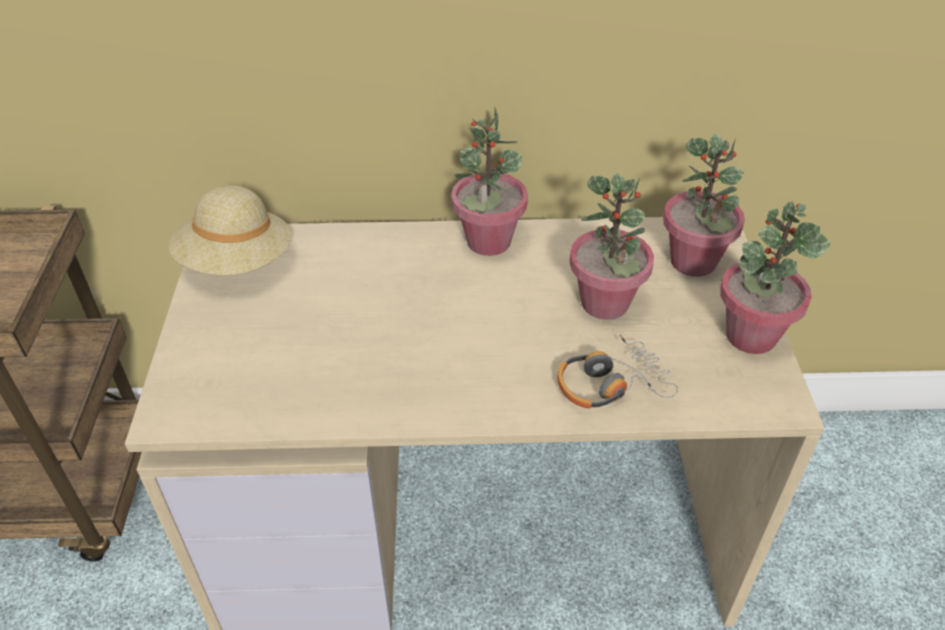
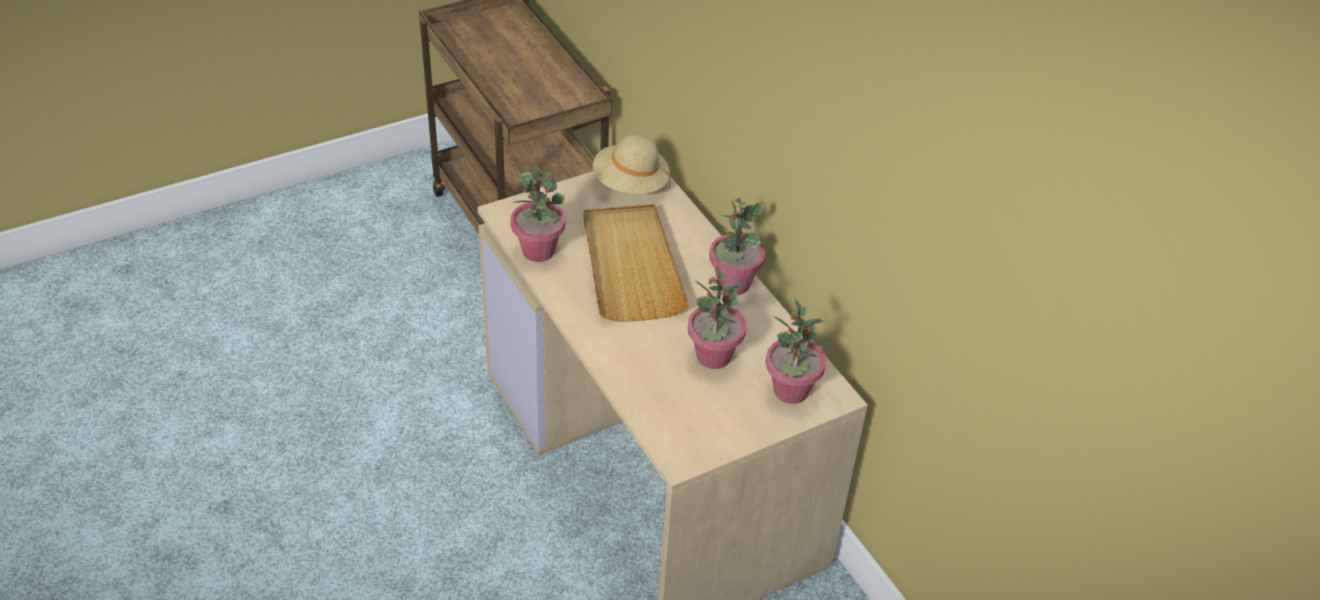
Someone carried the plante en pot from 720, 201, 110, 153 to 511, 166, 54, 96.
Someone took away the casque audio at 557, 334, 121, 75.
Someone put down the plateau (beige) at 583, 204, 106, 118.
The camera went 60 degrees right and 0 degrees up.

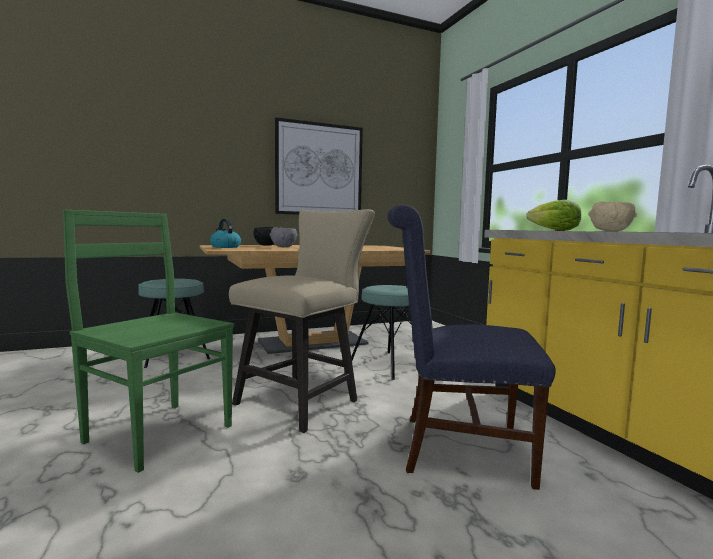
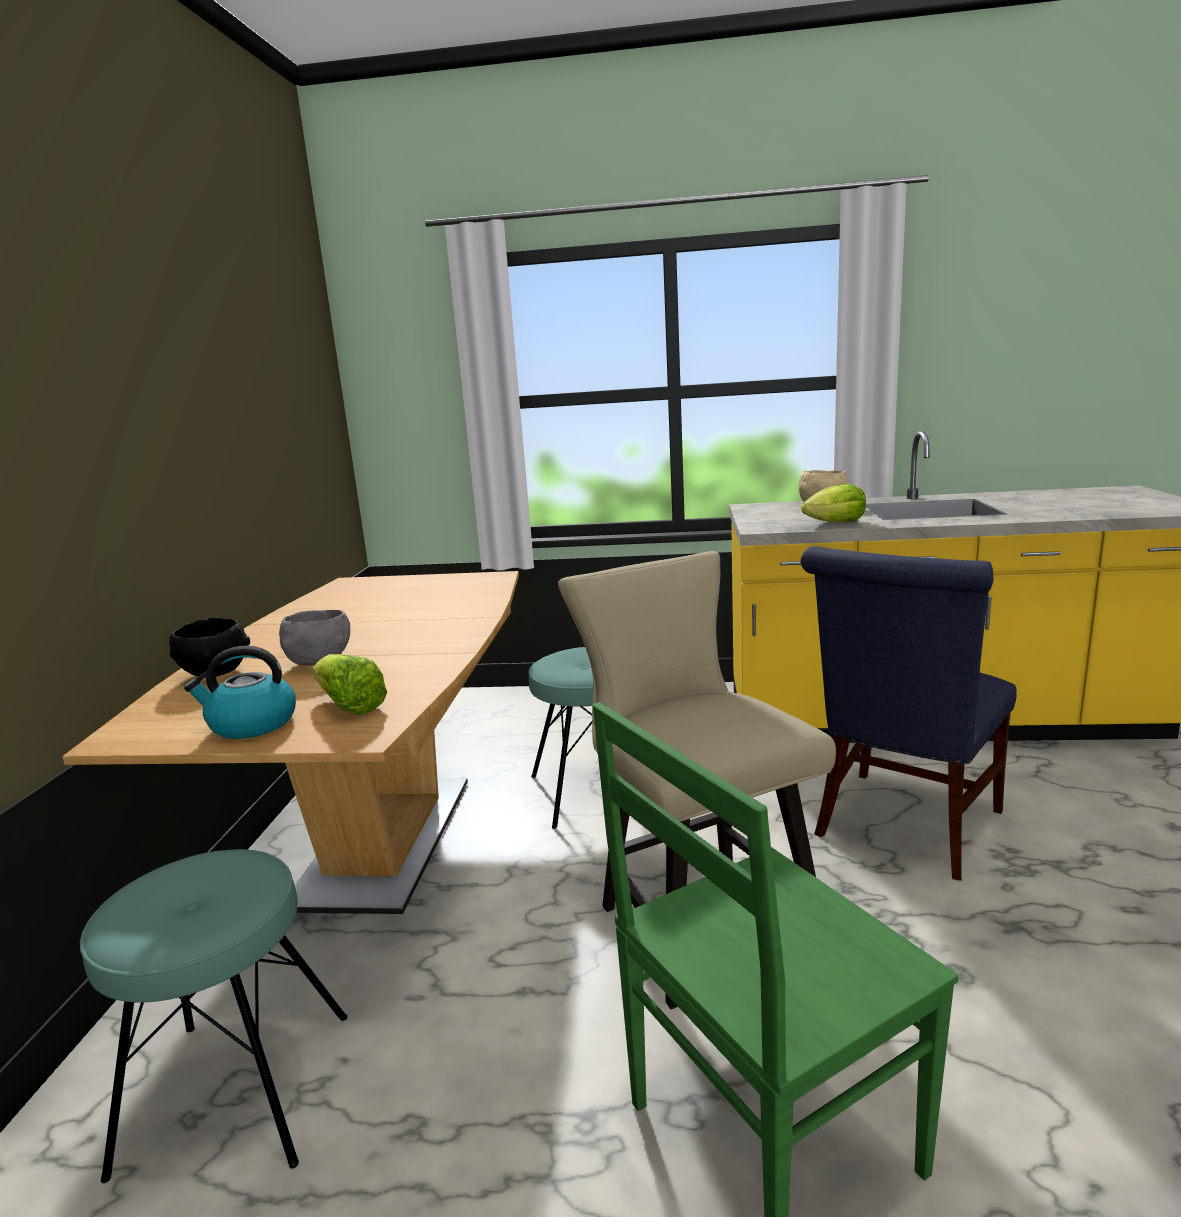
Someone took away the tableau at 275, 117, 88, 98.
Someone put down the laitue at 312, 654, 75, 61.
The camera went 60 degrees left and 10 degrees up.

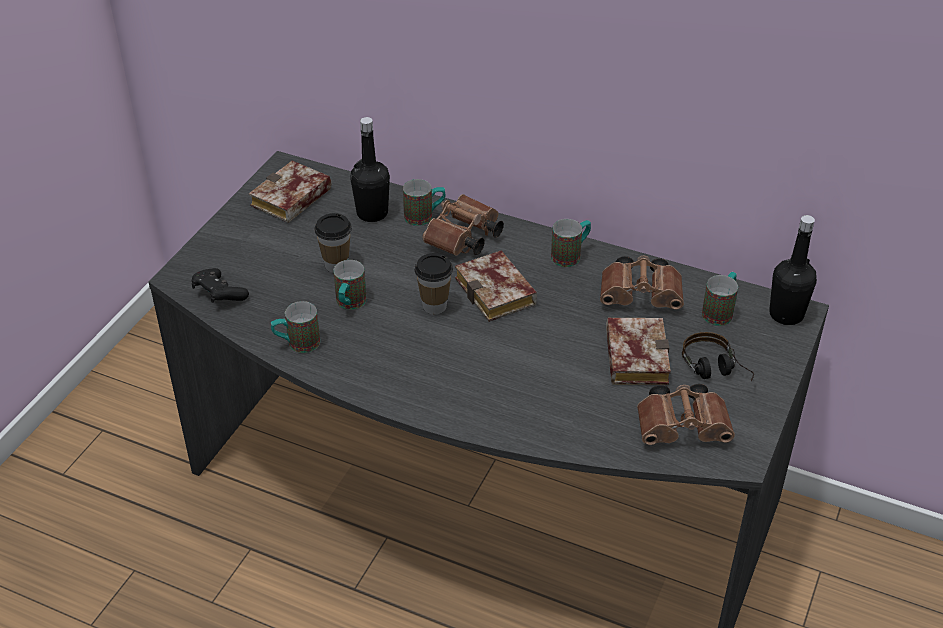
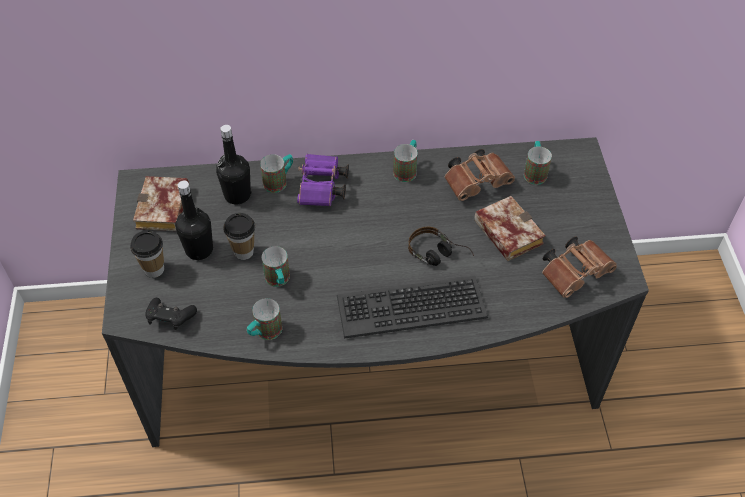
Someone repainted the jumelles (marron) at 422, 194, 82, 62, which became the jumelles (violet) at 297, 154, 52, 52.
Someone carried the bouteille (noir) from 769, 215, 48, 110 to 175, 180, 38, 80.
Someone took away the livre at 455, 250, 82, 72.
Someone carried the tasse from 414, 253, 39, 61 to 130, 230, 34, 48.
Someone carried the casque audio from 682, 332, 72, 50 to 408, 227, 66, 39.
Someone put down the clavier at 337, 276, 151, 63.
The camera went 30 degrees left and 10 degrees up.

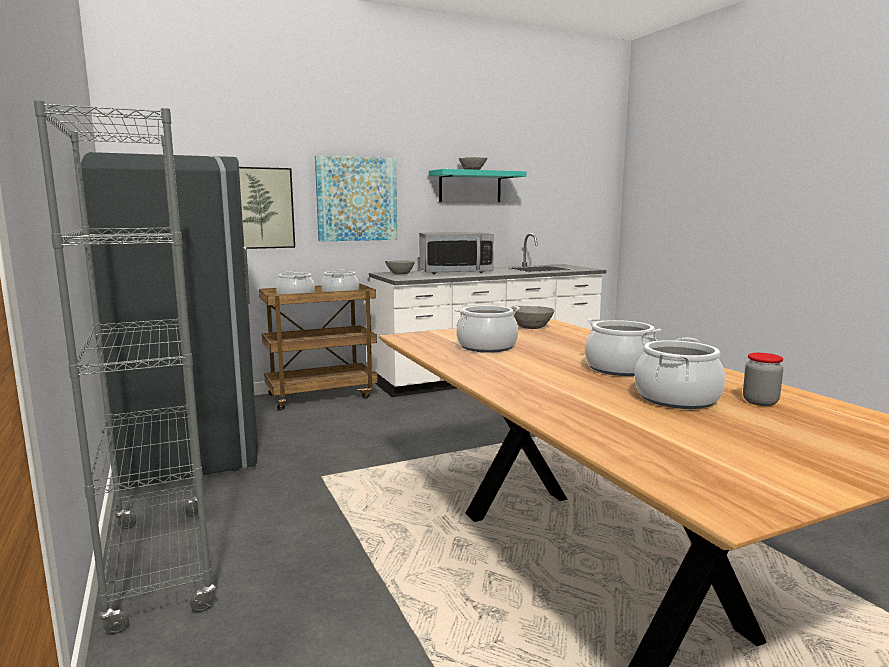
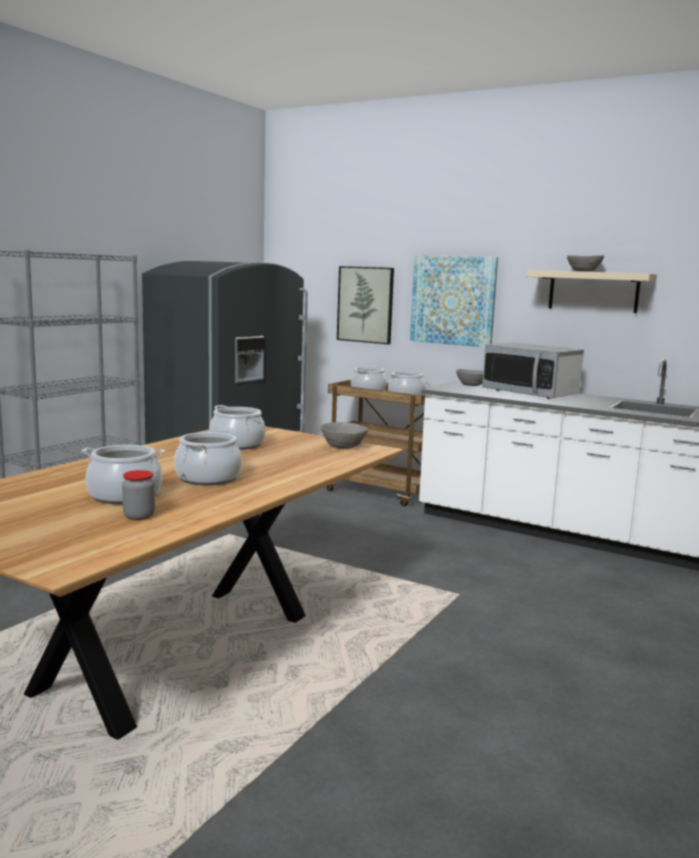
Someone repainted the étagère (turquoise) at 429, 169, 97, 33, which became the étagère (beige) at 526, 270, 131, 43.
The camera went 55 degrees right and 0 degrees up.

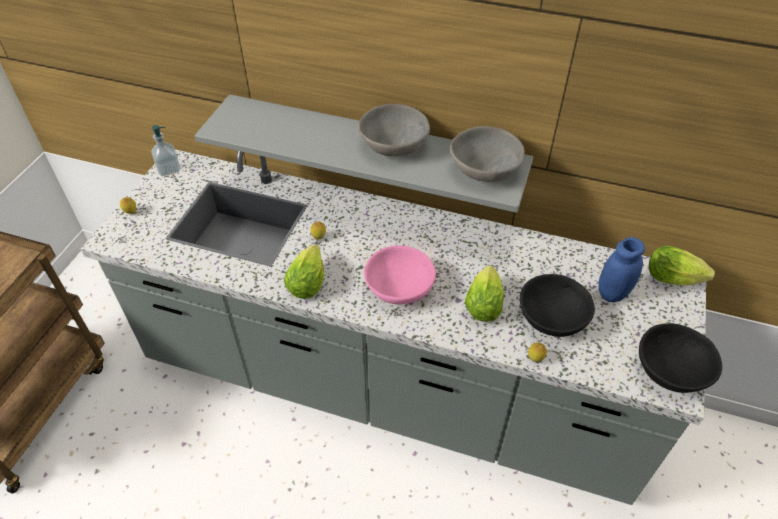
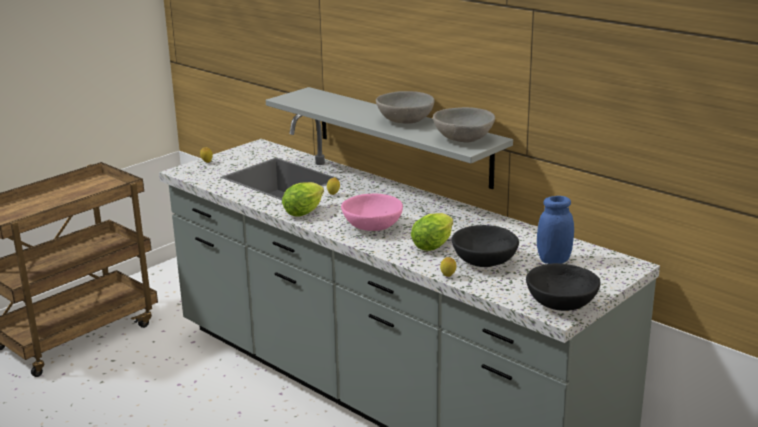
Someone took away the distributeur de savon at 151, 125, 29, 51.
Someone took away the laitue at 649, 245, 66, 40.
The camera went 25 degrees right and 25 degrees down.

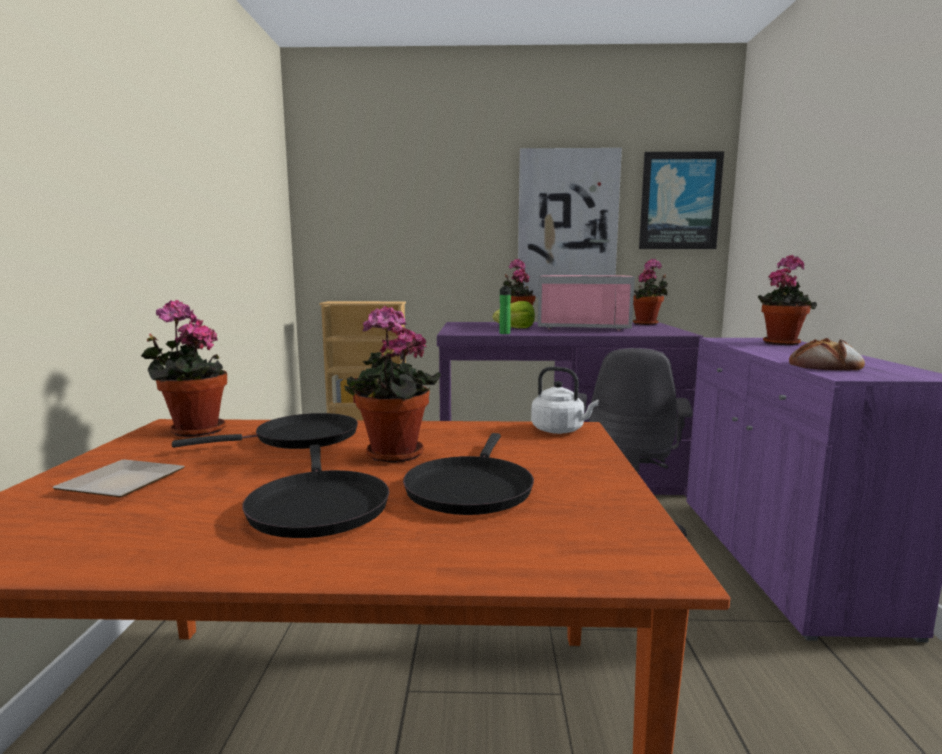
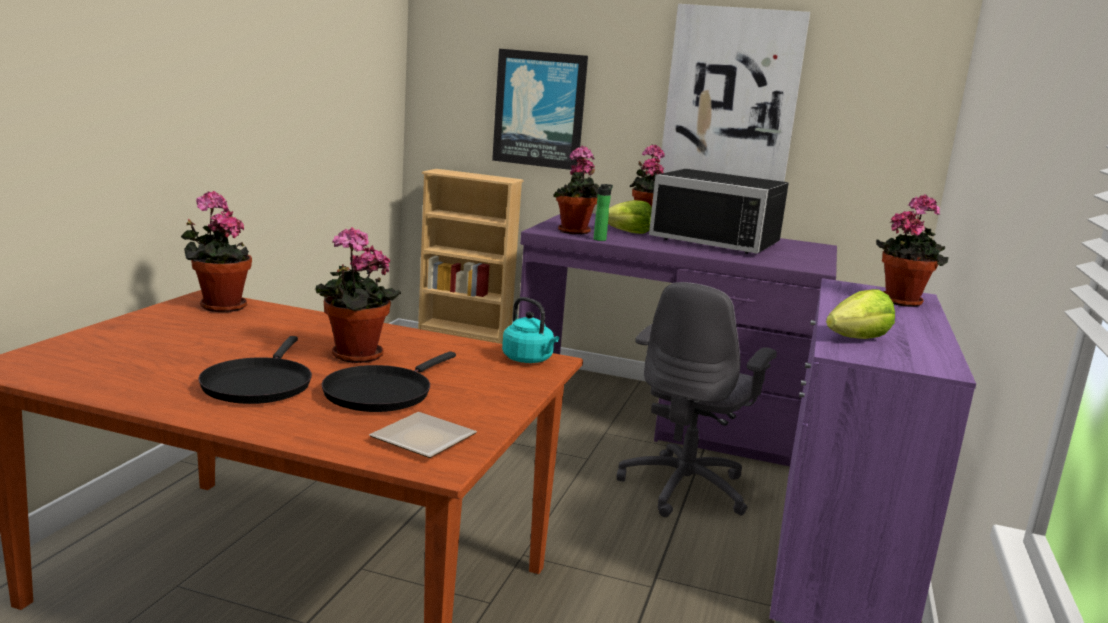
Someone carried the tableau from 639, 151, 85, 98 to 492, 49, 96, 121.
Someone carried the plante en pot from 633, 259, 35, 66 to 553, 146, 46, 88.
Someone repainted the micro-ondes (rose) at 538, 275, 97, 56, which became the micro-ondes (noir) at 649, 169, 140, 85.
Someone swapped the pain at 789, 338, 76, 33 for the laitue at 826, 289, 69, 50.
Someone repainted the bouilloire (blanc) at 531, 367, 68, 67, which became the bouilloire (turquoise) at 502, 297, 57, 66.
Someone took away the poêle (noir) at 172, 413, 186, 36.
Someone carried the assiette from 52, 459, 133, 38 to 369, 412, 108, 46.
The camera went 15 degrees right and 5 degrees up.

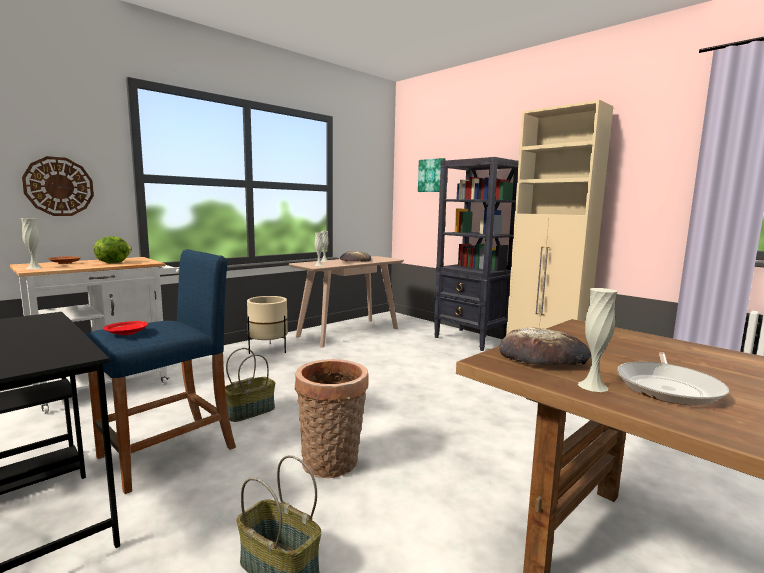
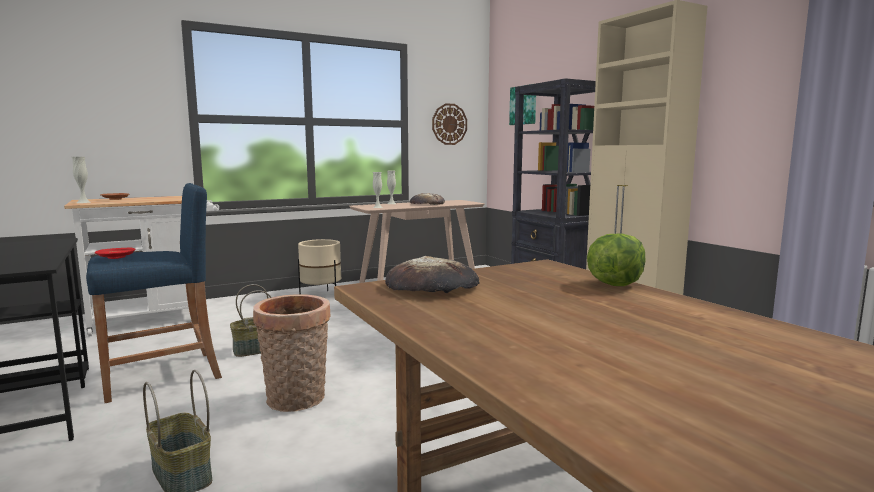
Someone carried the horloge murale from 22, 156, 72, 60 to 432, 103, 35, 42.
Someone carried the laitue from 93, 236, 39, 27 to 587, 234, 59, 52.
Someone took away the vase (blanc) at 578, 288, 40, 104.
Someone took away the poêle at 617, 352, 112, 53.
The camera went 15 degrees right and 0 degrees up.

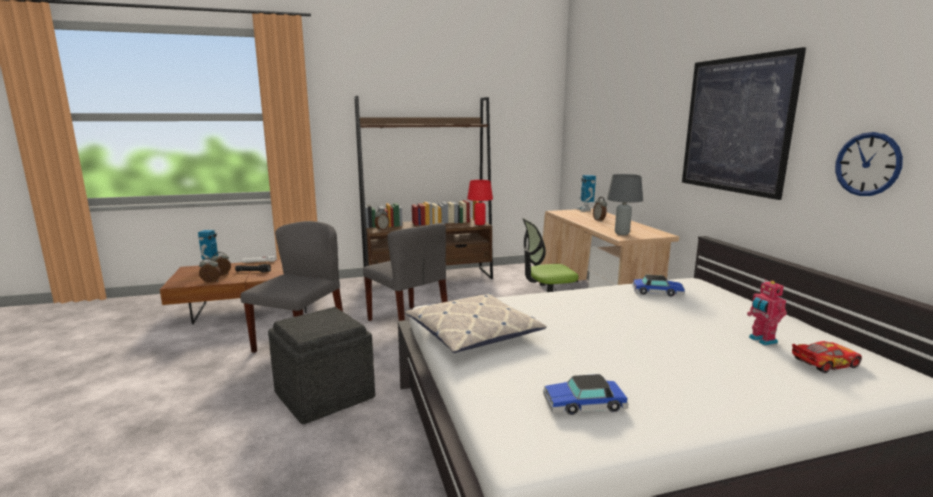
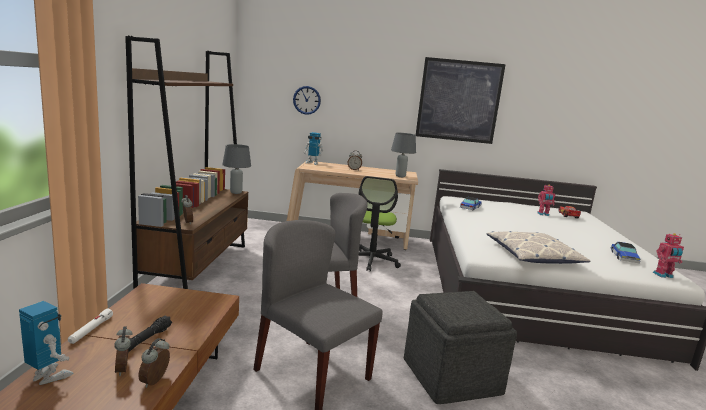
Someone carried the horloge murale from 835, 132, 68, 64 to 293, 86, 28, 29.
Someone repainted the lampe de table (rouge) at 467, 180, 26, 45, which became the lampe de table (gris) at 222, 144, 29, 50.
Someone put down the robot jouet at 653, 233, 31, 45.
The camera went 70 degrees left and 0 degrees up.

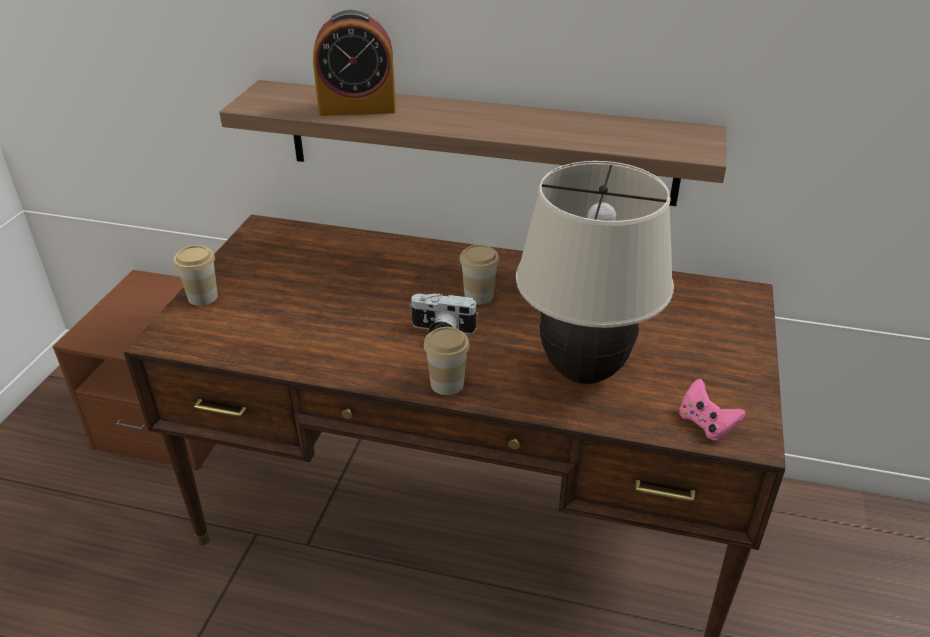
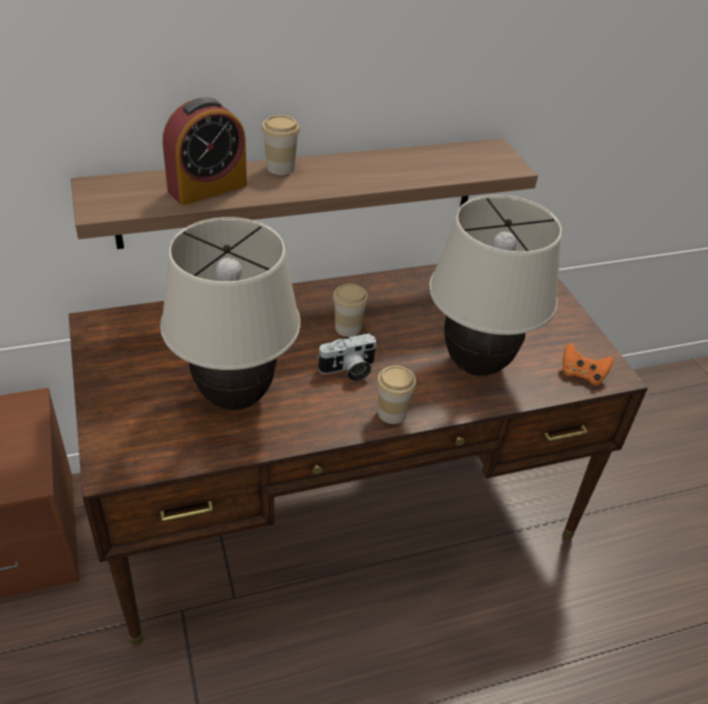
Someone carried the tasse from 174, 245, 44, 61 to 262, 115, 38, 60.
Someone repainted the manette (rose) at 679, 378, 66, 63, which became the manette (orange) at 562, 343, 52, 42.
Someone put down the lampe de table (beige) at 160, 217, 141, 193.
The camera went 35 degrees left and 5 degrees up.

